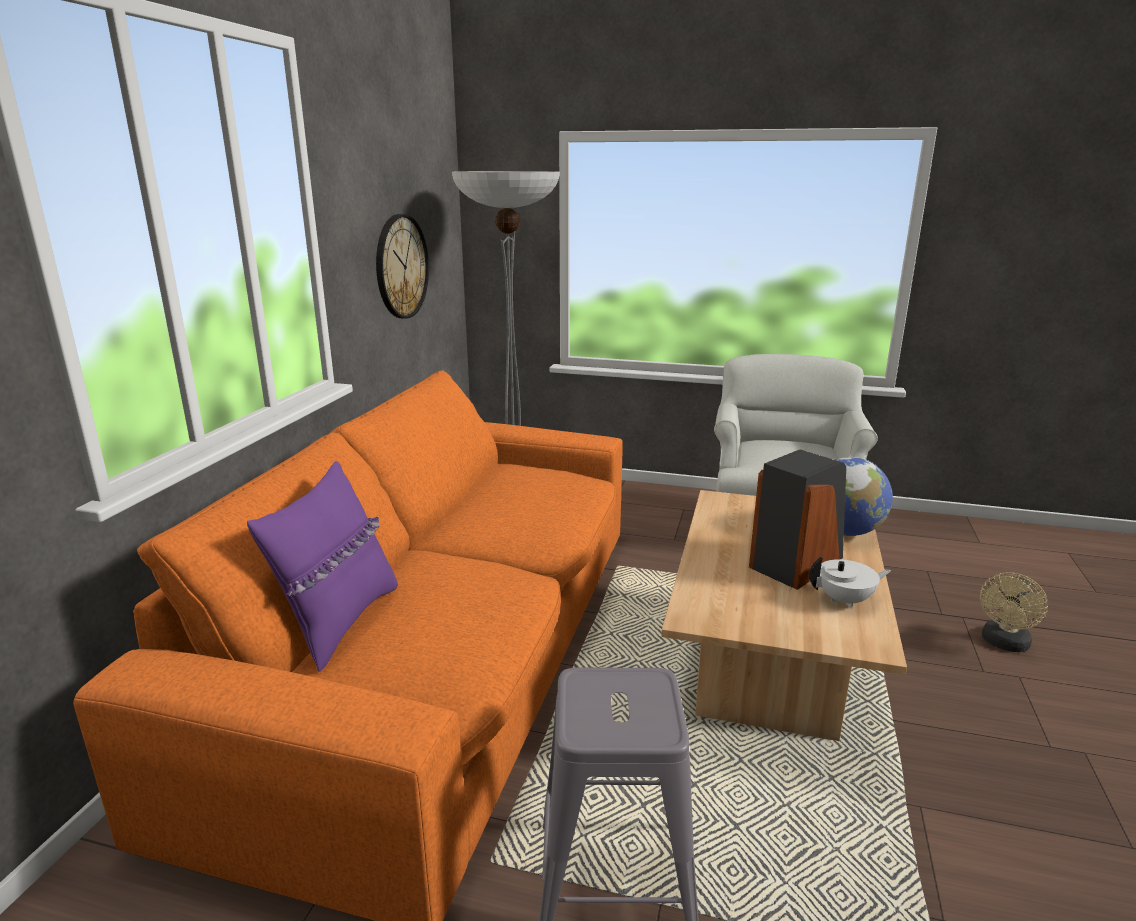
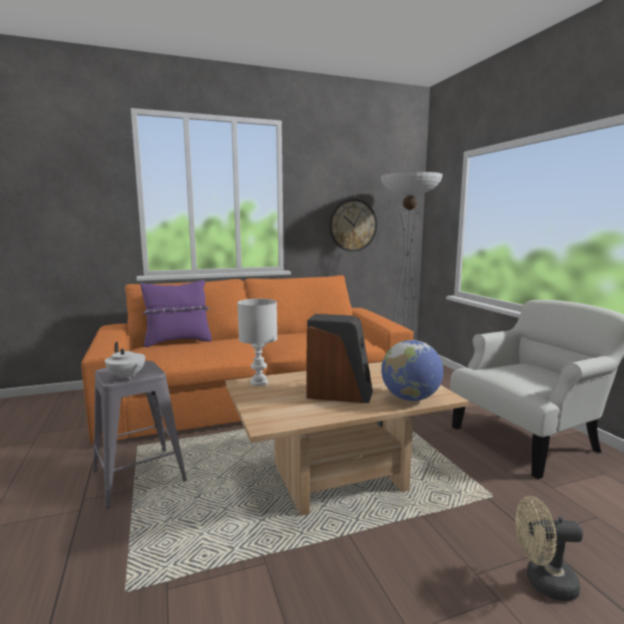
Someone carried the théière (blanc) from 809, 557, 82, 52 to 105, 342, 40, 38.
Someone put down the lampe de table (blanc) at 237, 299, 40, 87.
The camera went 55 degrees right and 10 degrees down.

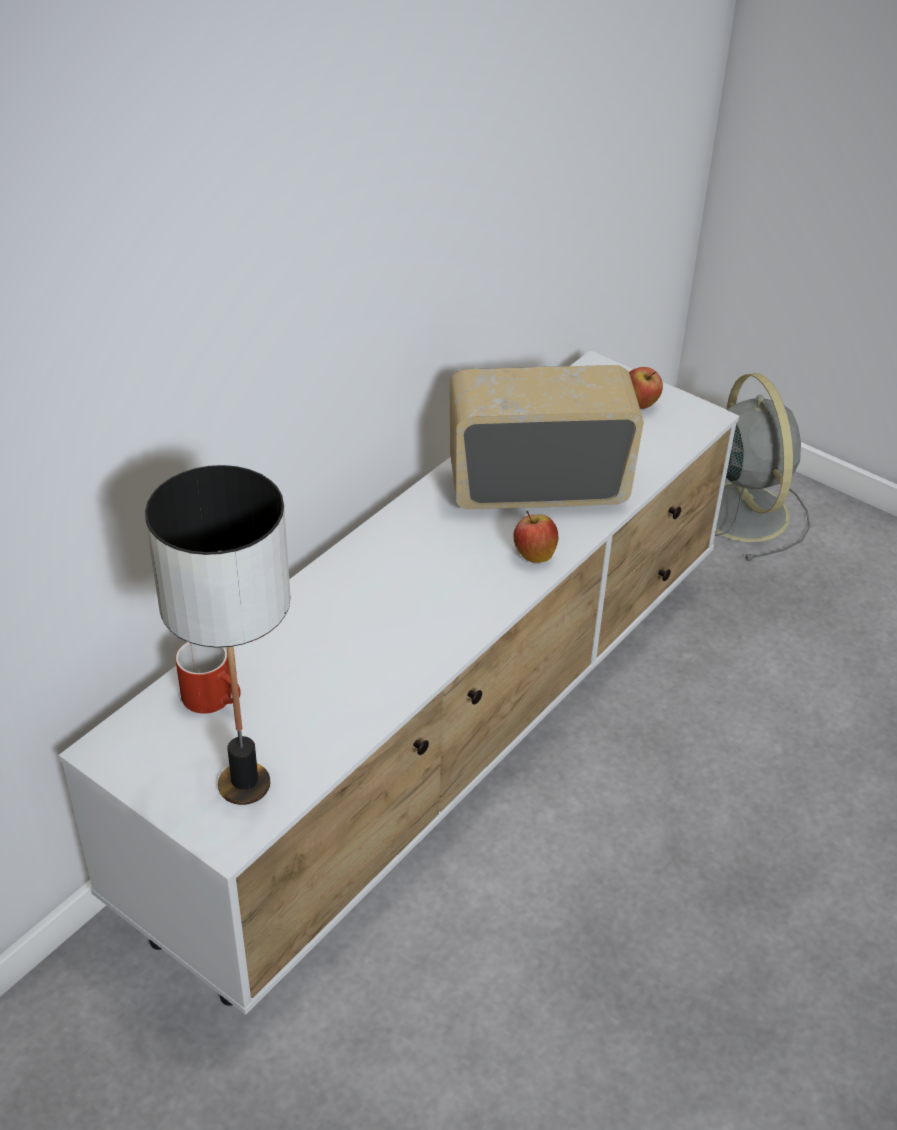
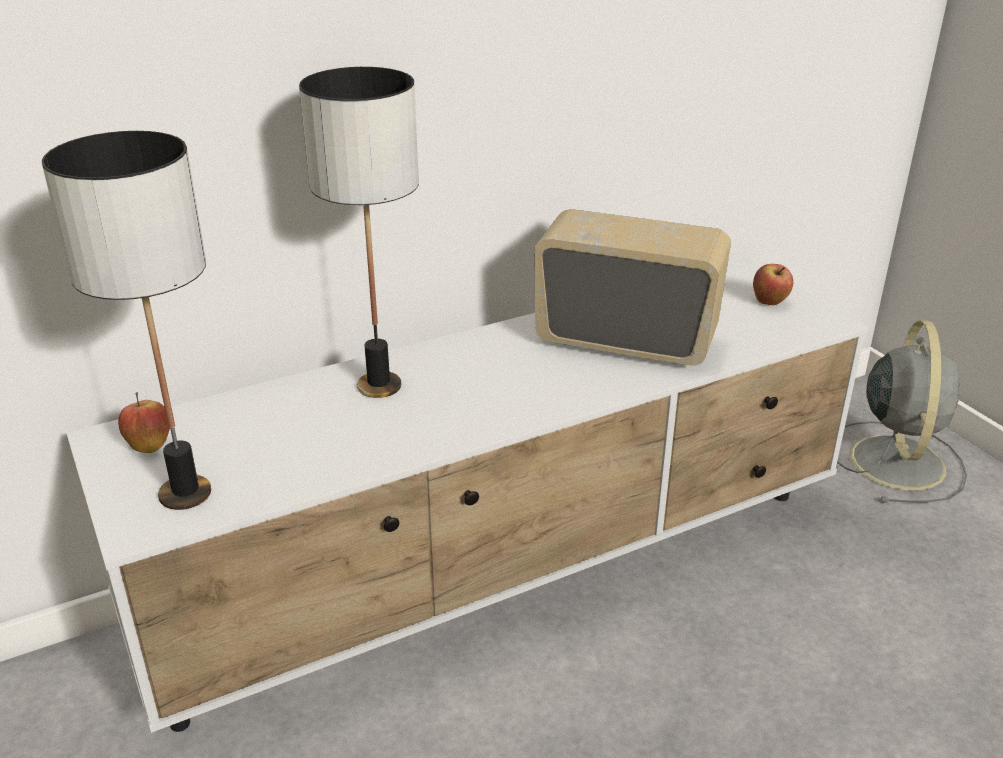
Someone carried the pomme from 514, 510, 44, 53 to 118, 392, 52, 61.
Someone took away the mug (rouge) at 176, 642, 65, 72.
Someone put down the lampe de table at 299, 67, 120, 331.
The camera went 25 degrees right and 10 degrees down.

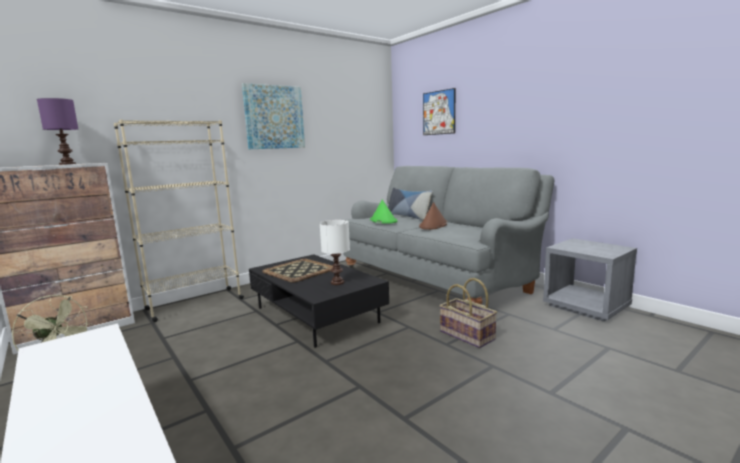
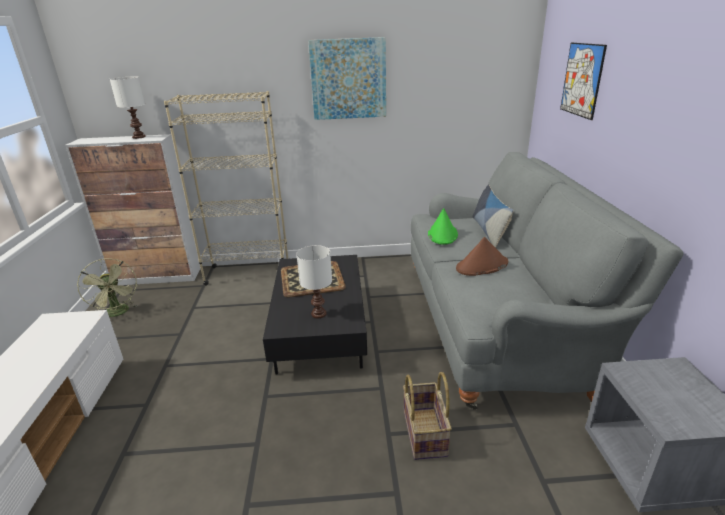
Someone repainted the lampe de table (violet) at 37, 98, 41, 67, which became the lampe de table (blanc) at 110, 77, 36, 62.
The camera went 35 degrees right and 15 degrees up.

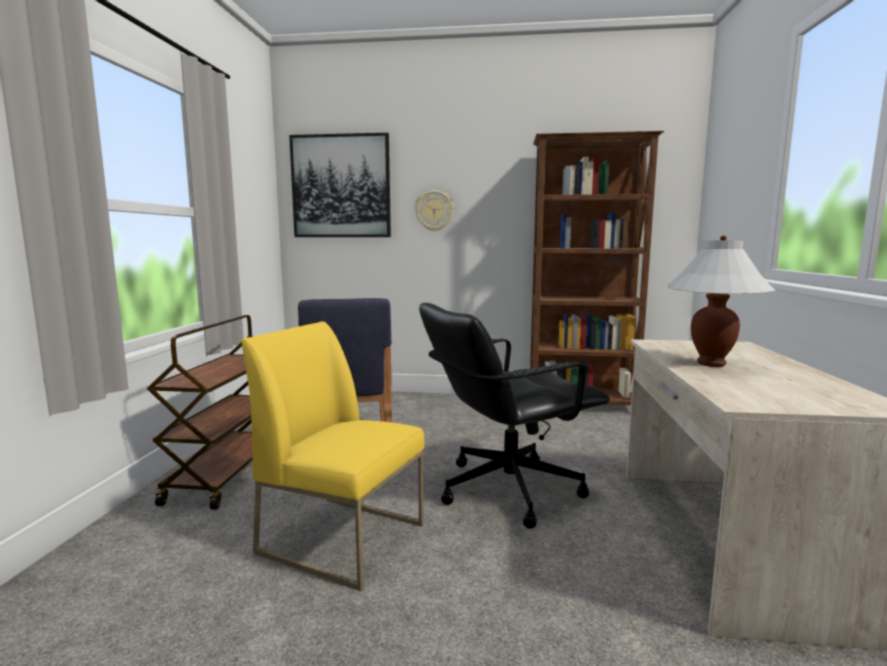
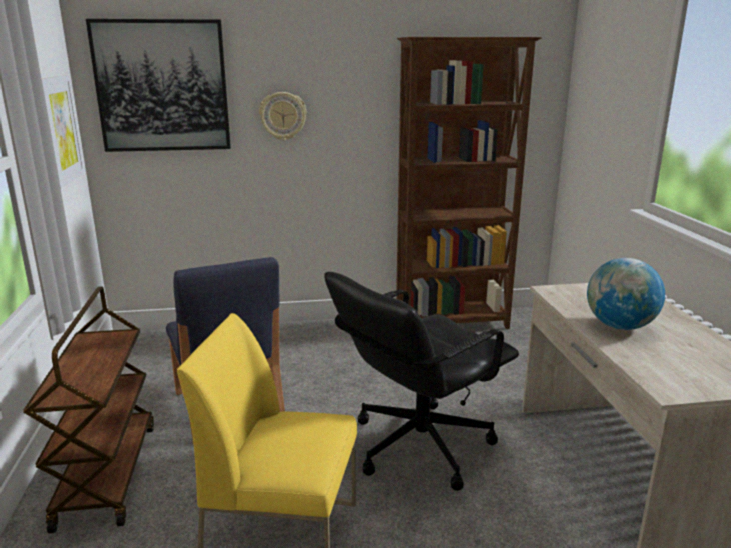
Someone swapped the lampe de table (blanc) at 668, 235, 108, 132 for the globe at 587, 258, 78, 72.
Someone put up the tableau at 42, 76, 43, 112.
The camera went 15 degrees left and 10 degrees up.

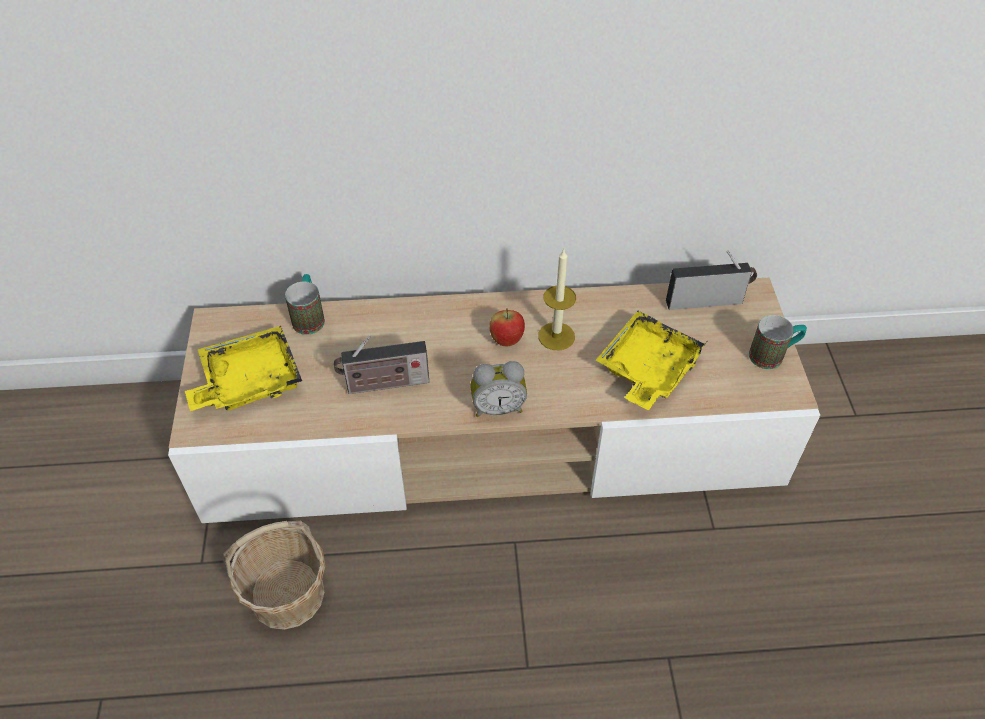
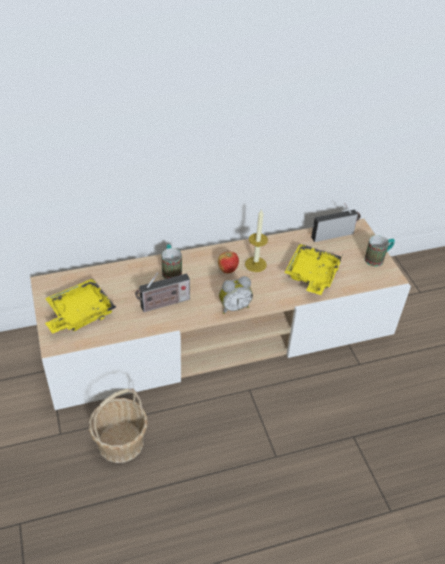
Someone carried the mug from 285, 274, 40, 61 to 162, 244, 20, 35.
The camera went 15 degrees left and 5 degrees down.

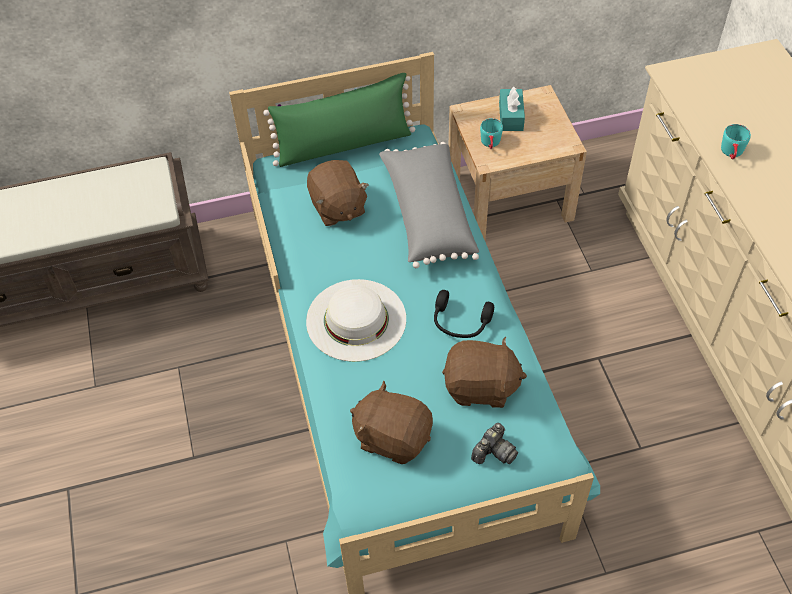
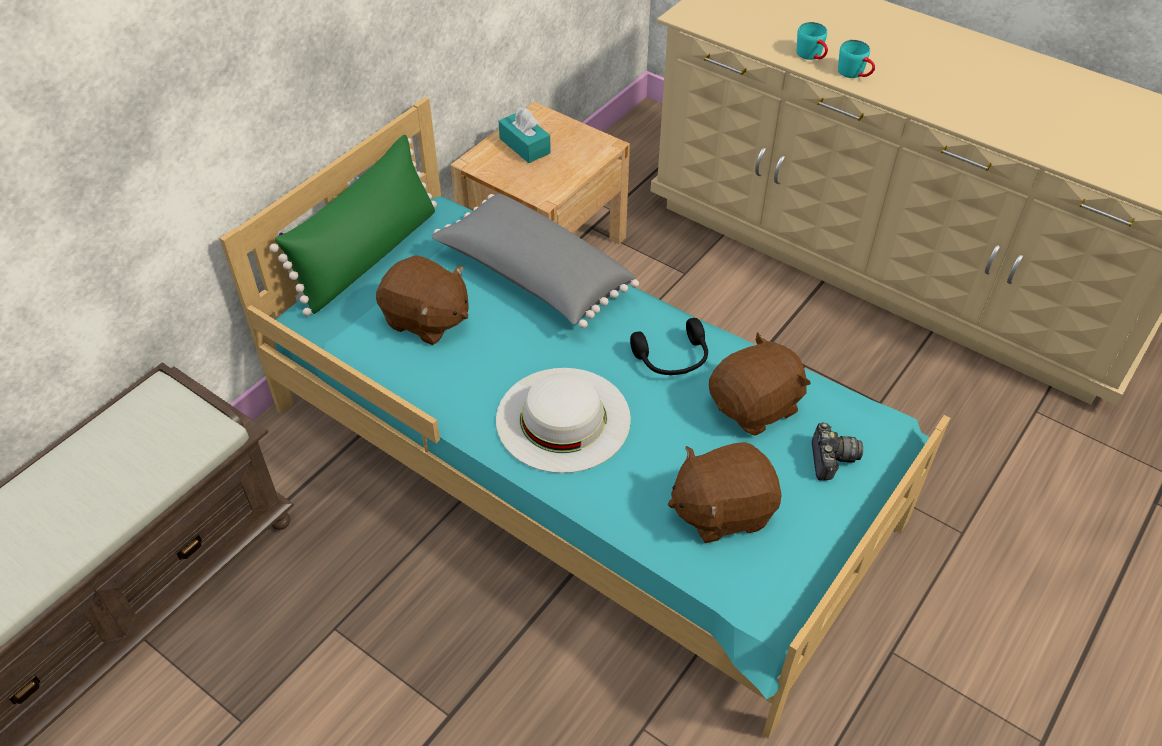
Someone carried the mug (turquoise) from 480, 118, 23, 31 to 838, 40, 37, 38.
The camera went 40 degrees left and 5 degrees down.

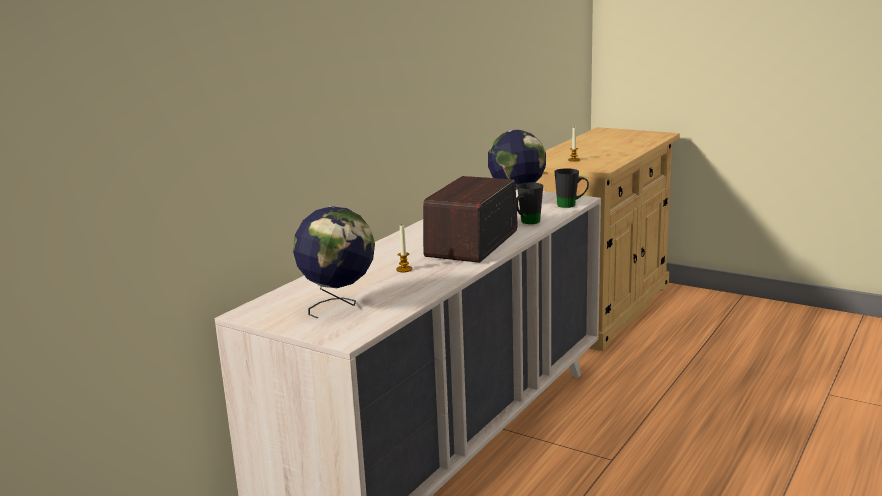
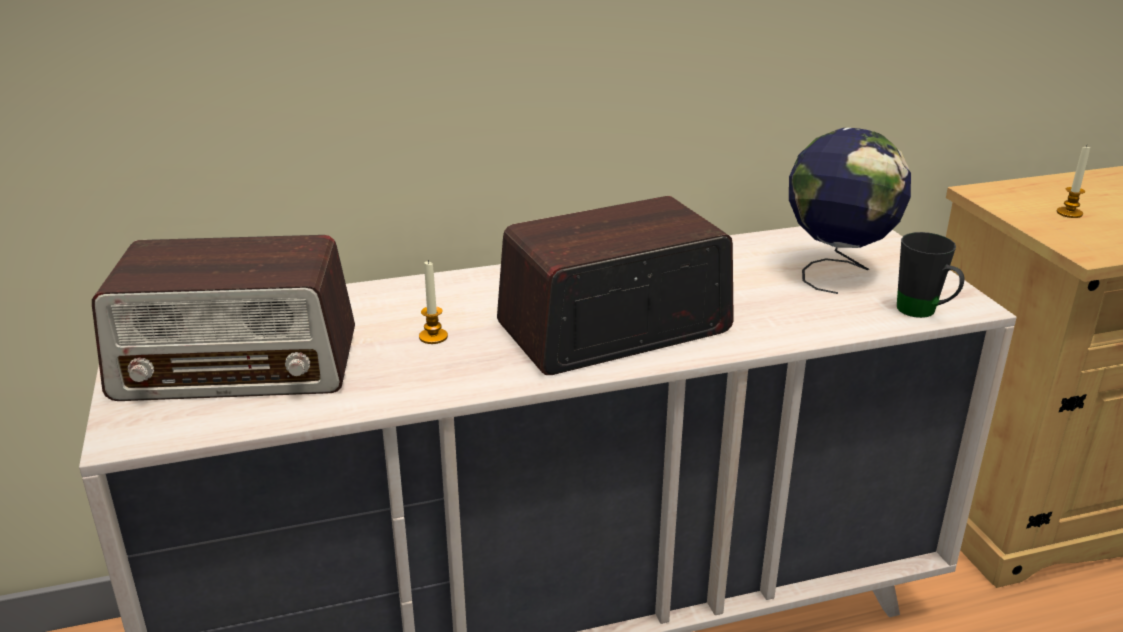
Someone took away the mug (noir) at 516, 182, 27, 42.
Someone swapped the globe at 293, 206, 82, 112 for the radio at 92, 235, 263, 166.
The camera went 40 degrees right and 10 degrees up.

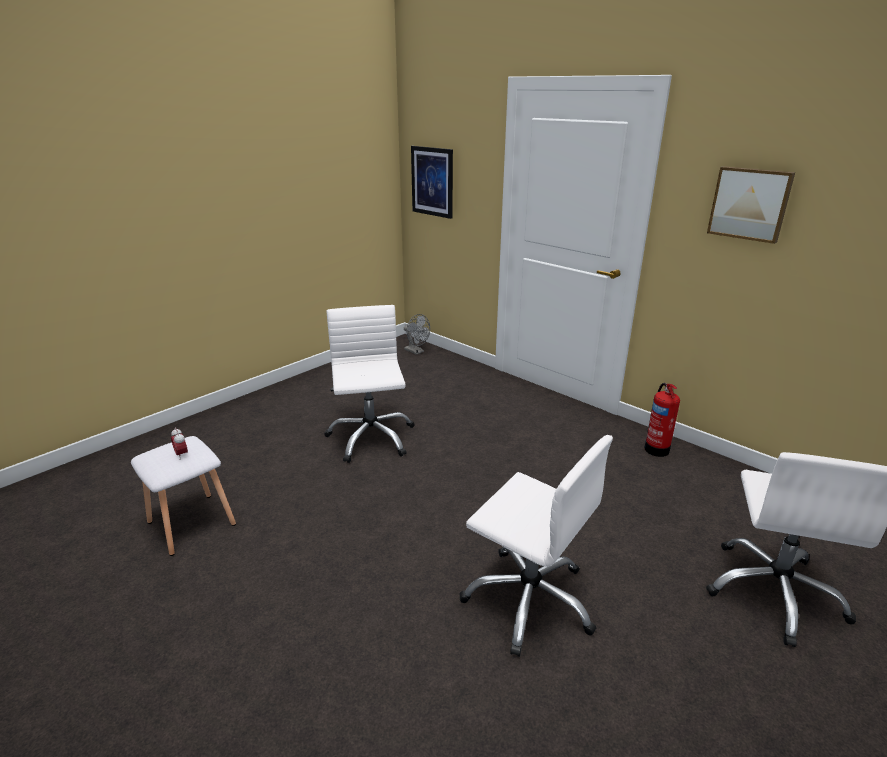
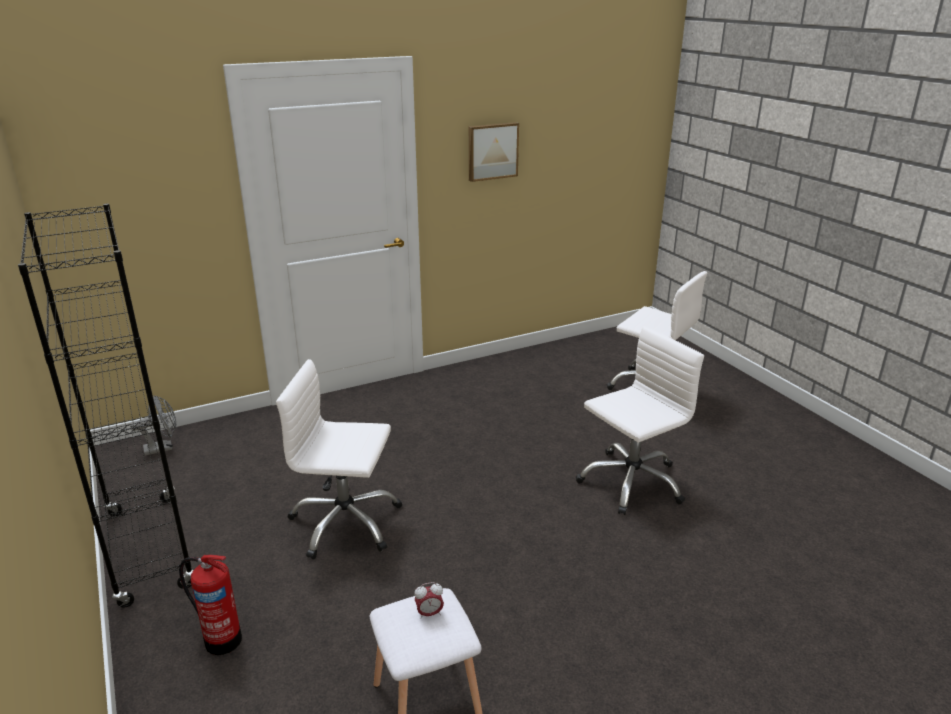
Someone took away the tableau at 411, 146, 42, 73.
Someone carried the extincteur from 644, 383, 36, 74 to 179, 554, 63, 101.
Someone put down the bibliothèque (noir) at 18, 204, 175, 404.
The camera went 70 degrees left and 0 degrees up.

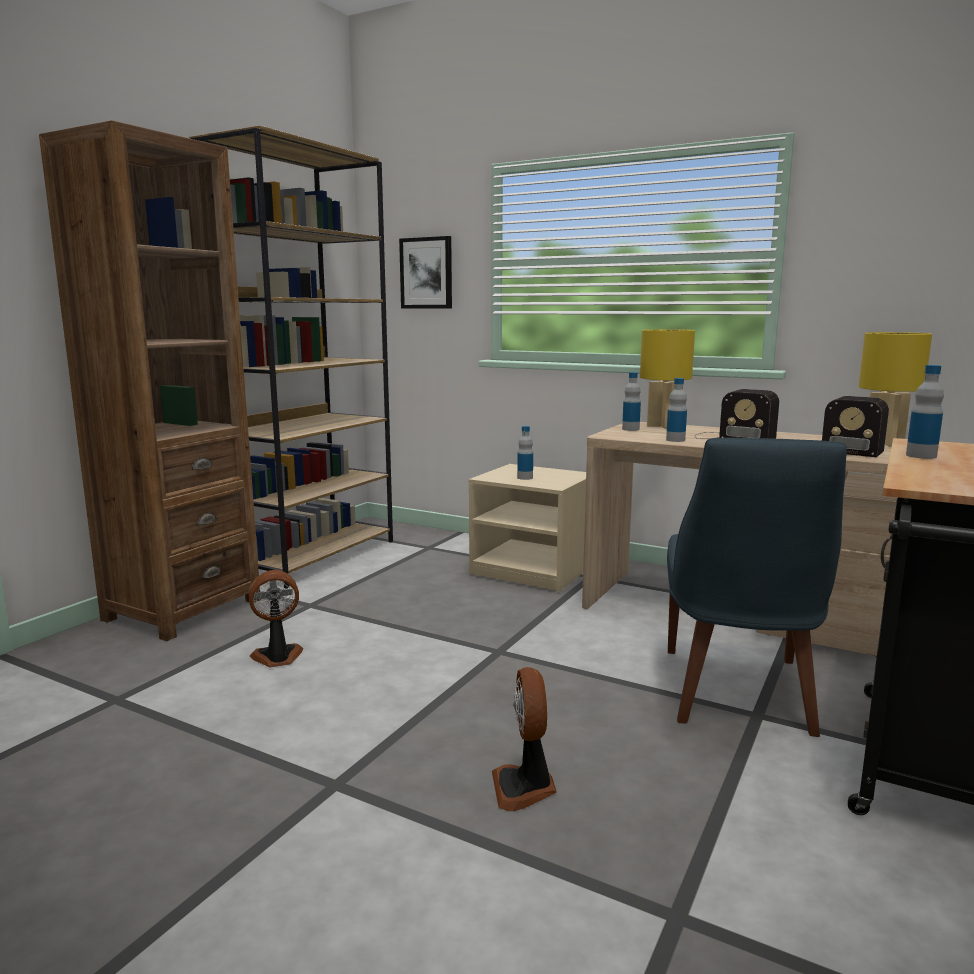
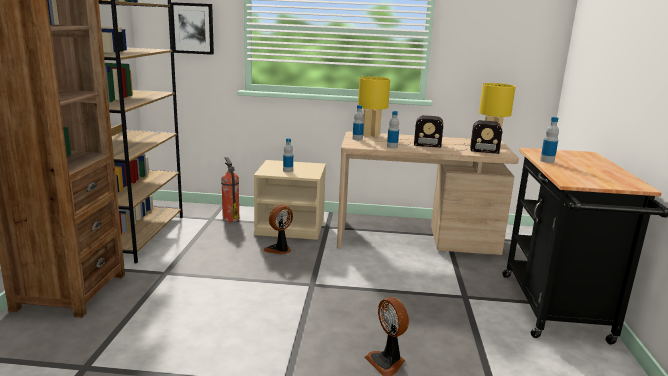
Someone took away the chaise (bleu) at 667, 438, 180, 299.
Someone carried the ventilateur from 249, 570, 54, 97 to 264, 204, 29, 51.
Someone put down the extincteur at 221, 157, 18, 65.
The camera went 25 degrees left and 5 degrees up.

